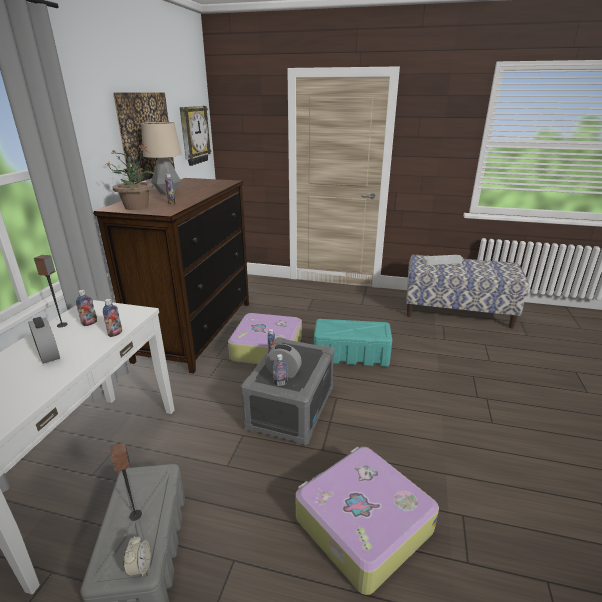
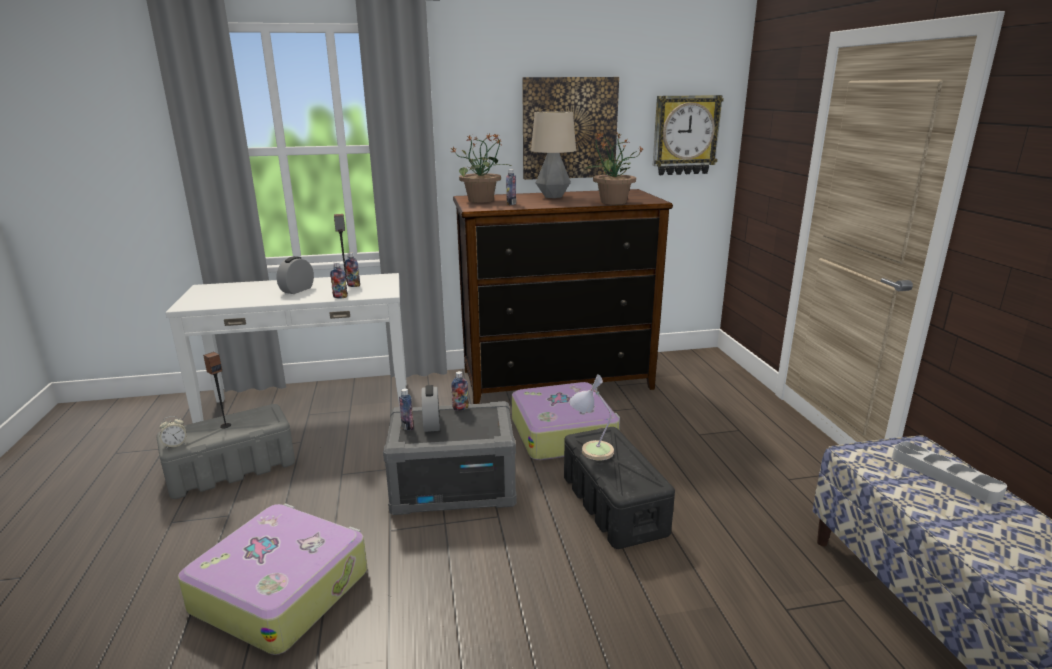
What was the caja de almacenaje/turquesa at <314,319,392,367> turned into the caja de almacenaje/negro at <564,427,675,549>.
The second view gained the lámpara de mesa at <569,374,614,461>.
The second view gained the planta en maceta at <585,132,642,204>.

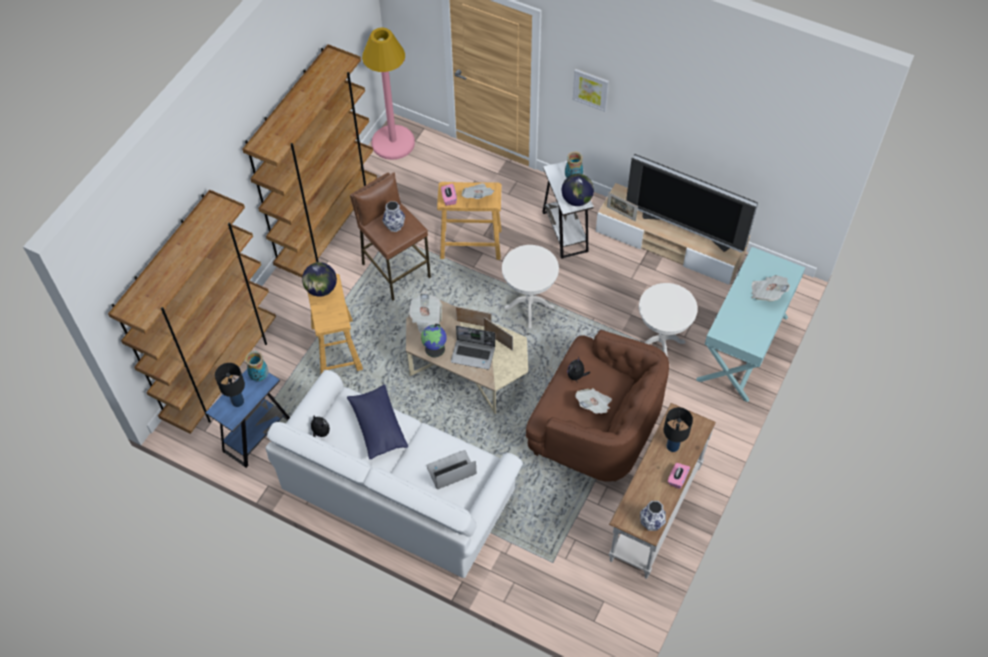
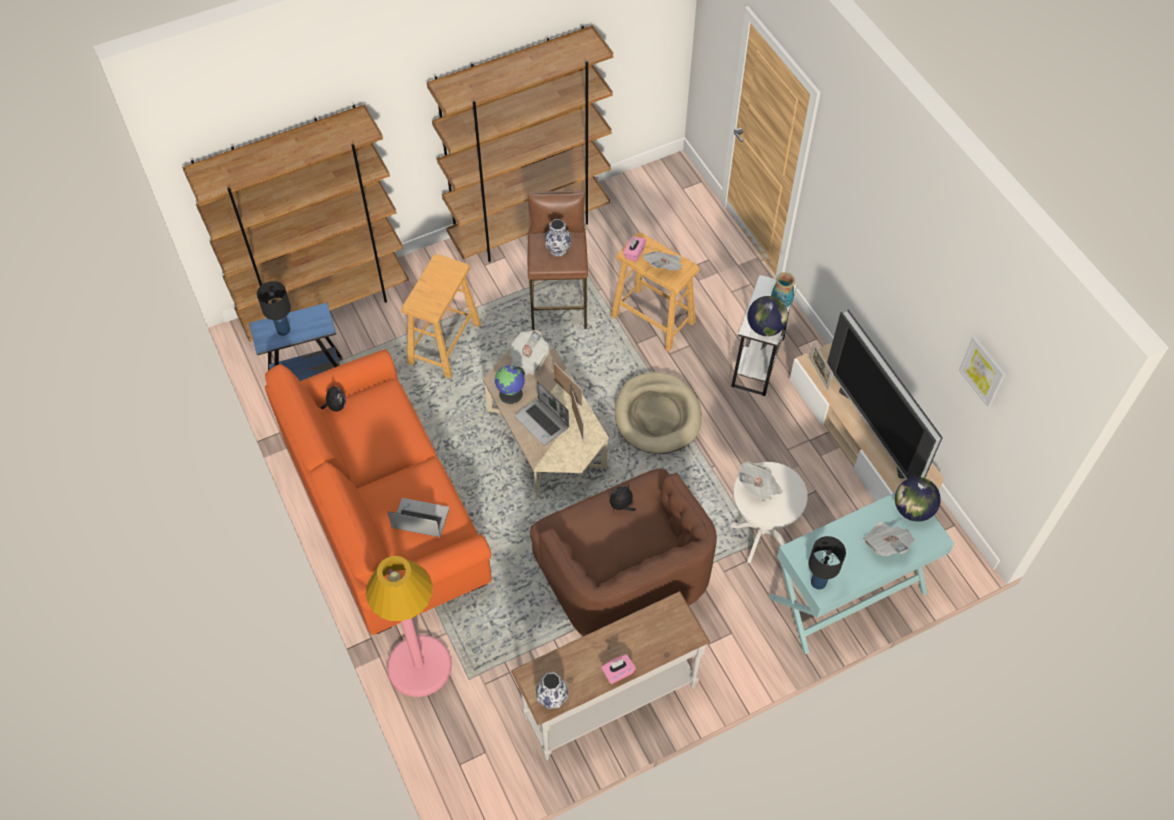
The second view lost the florero at <245,351,269,382>.
What was the sofá/blanco at <265,370,523,578> turned into the sofá/naranja at <265,349,492,635>.
The globo terráqueo ended up elsewhere, having gone from <302,262,337,297> to <895,477,941,522>.
The second view lost the cojín/azul at <347,385,408,459>.
The lámpara de pie/rosa ended up elsewhere, having gone from <362,28,415,160> to <366,556,452,697>.
Where the mesa auxiliar/blanco stood at <502,245,559,329>, the cama para perro/beis came to stand at <615,372,702,454>.
The cuadro ended up elsewhere, having gone from <573,69,609,112> to <959,336,1006,407>.
The periódico ended up elsewhere, having gone from <575,388,612,414> to <737,461,782,501>.
The lámpara de mesa/negro ended up elsewhere, having gone from <664,407,693,452> to <808,536,846,590>.

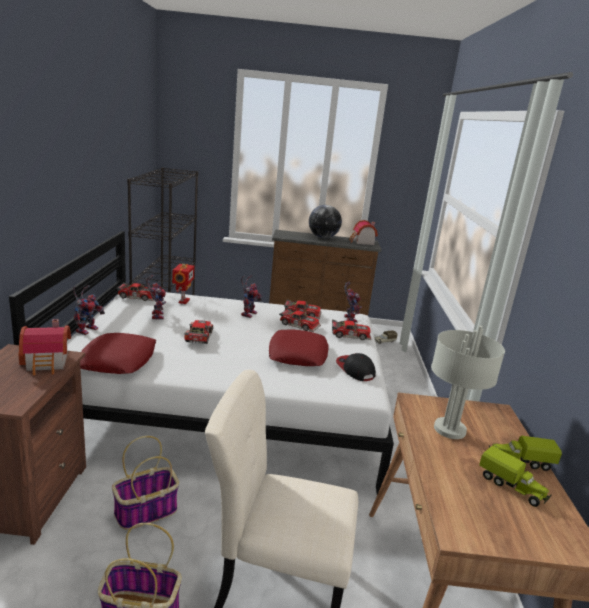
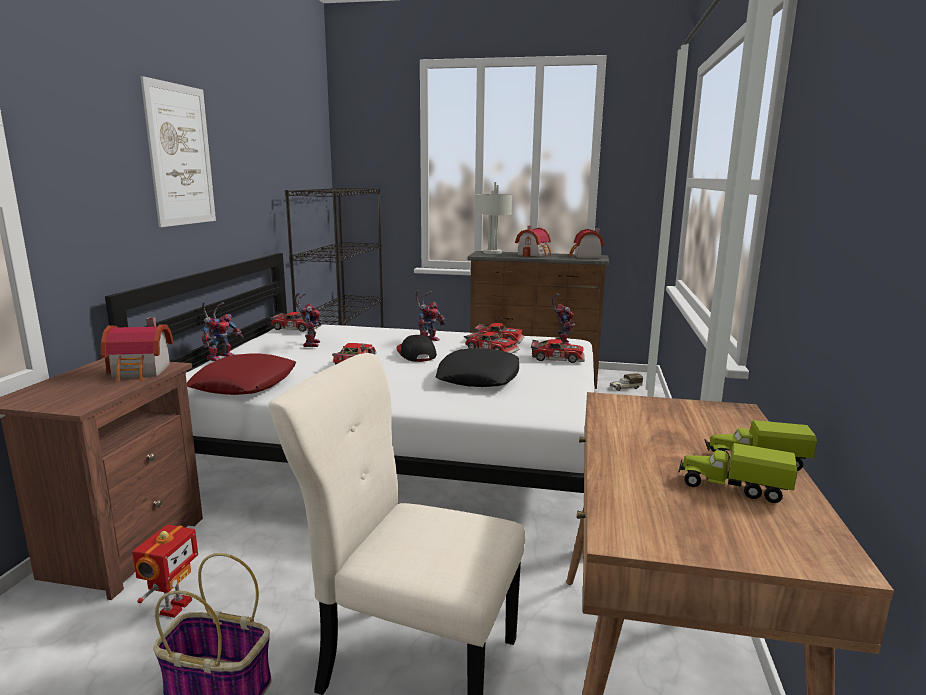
The second view lost the cesta at <112,436,179,530>.
The robot de juguete ended up elsewhere, having gone from <172,264,195,304> to <132,525,198,618>.
What was the cojín/rojo at <269,329,329,366> turned into the cojín/negro at <436,348,519,387>.
Where the globo terráqueo stood at <309,205,342,238>, the casita came to stand at <515,226,552,257>.
The gorra ended up elsewhere, having gone from <336,353,376,381> to <396,335,437,362>.
The lámpara de mesa/gris ended up elsewhere, having gone from <431,326,505,439> to <475,182,512,254>.
The camión de juguete at <479,446,552,507> ended up facing another way, 150 degrees clockwise from before.
The second view gained the cuadro at <140,76,216,227>.

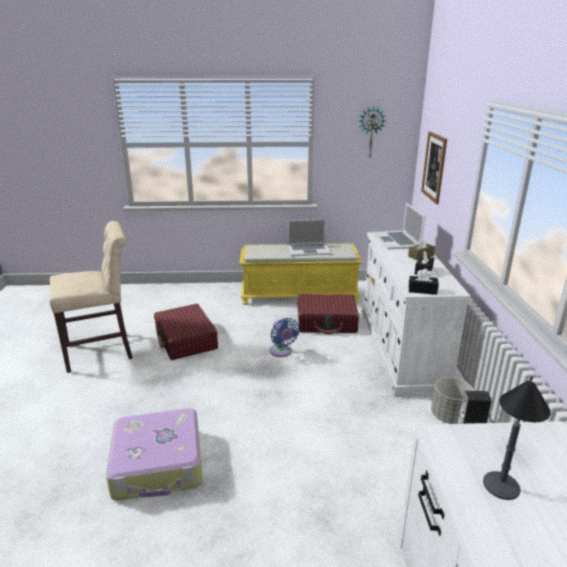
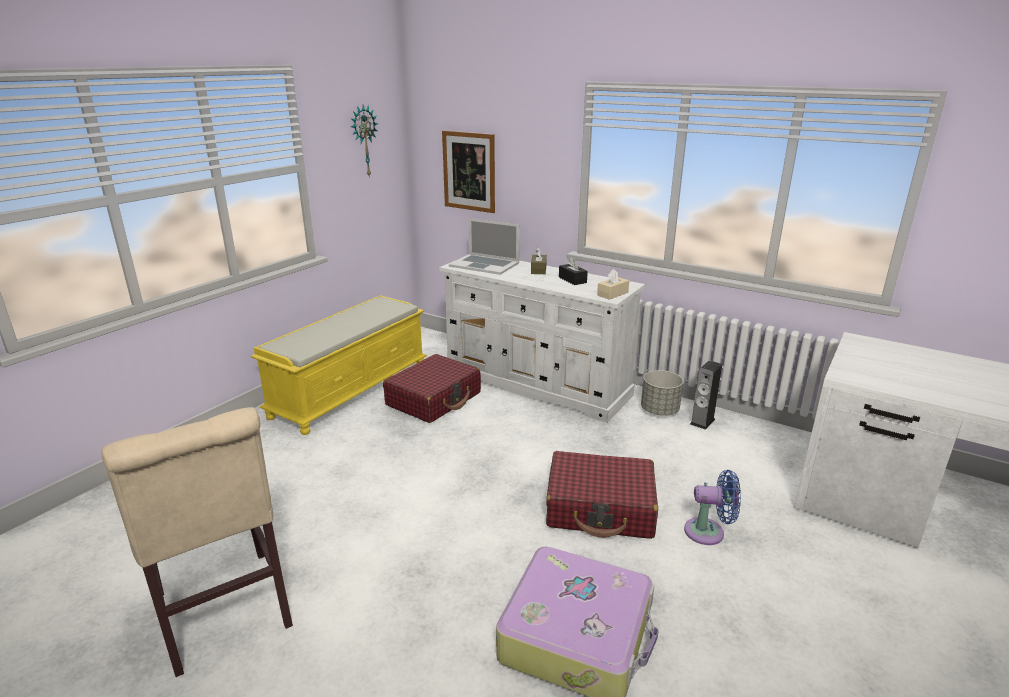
The silla/beis at <49,221,133,373> ended up facing another way, 135 degrees clockwise from before.
The maleta/rojo ended up elsewhere, having gone from <154,304,218,360> to <546,451,658,539>.
The ventilador/azul ended up elsewhere, having gone from <269,318,300,357> to <684,470,741,545>.
The second view lost the portátil at <287,219,332,256>.
What was the caja de pañuelos/negro at <409,269,439,295> turned into the caja de pañuelos/beis at <597,269,629,300>.
The second view lost the lámpara de mesa at <483,377,551,500>.

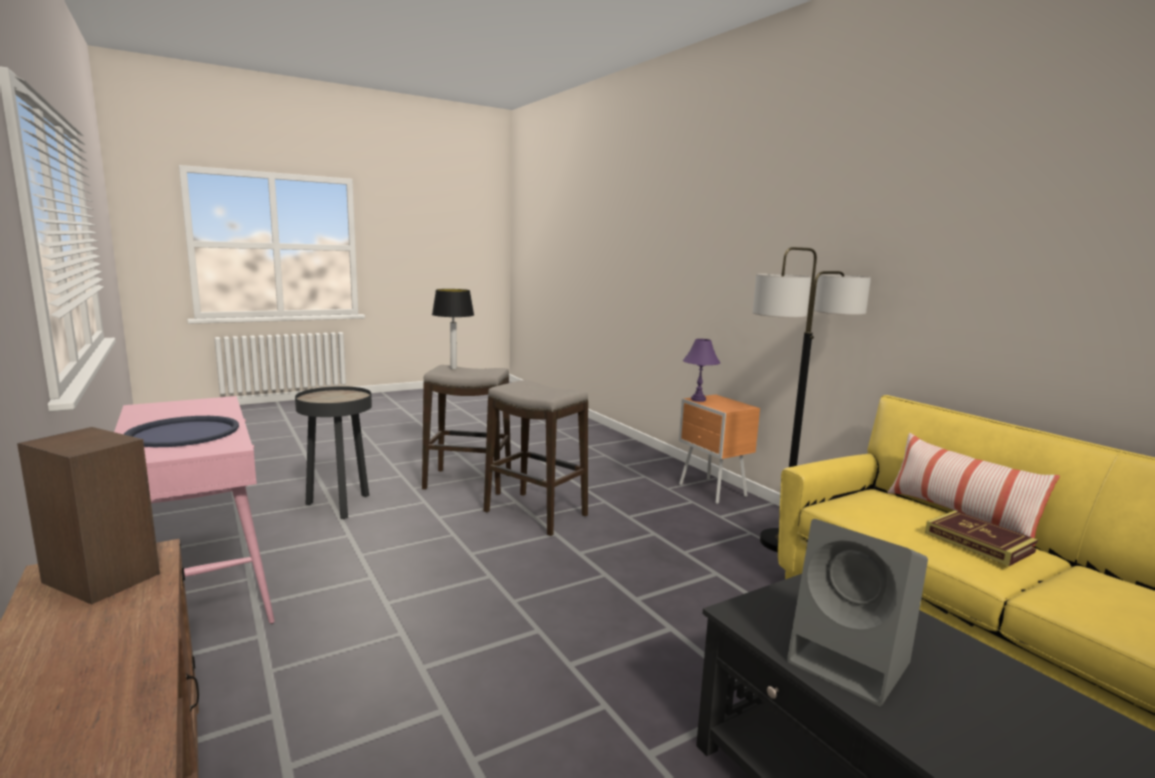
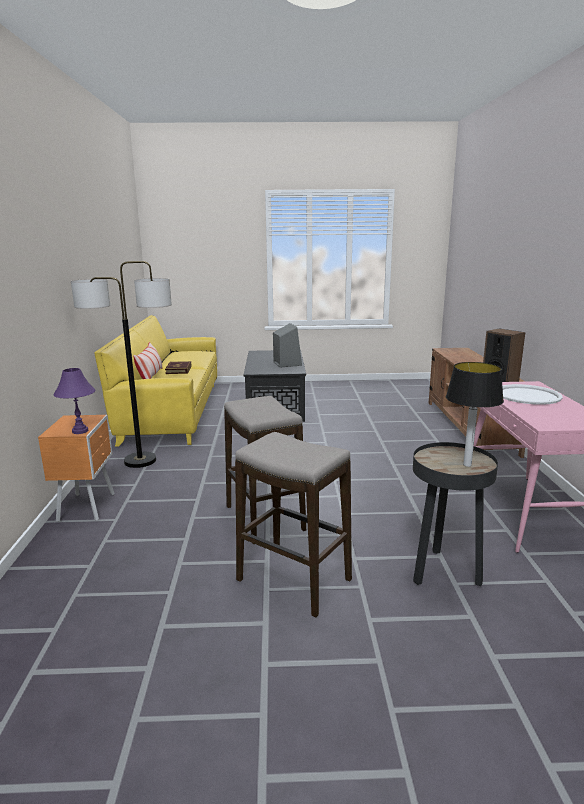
What was the bandeja/azul at <124,416,239,447> turned into the bandeja/blanco at <502,384,563,405>.
The lámpara de mesa ended up elsewhere, having gone from <432,289,474,369> to <446,362,504,467>.

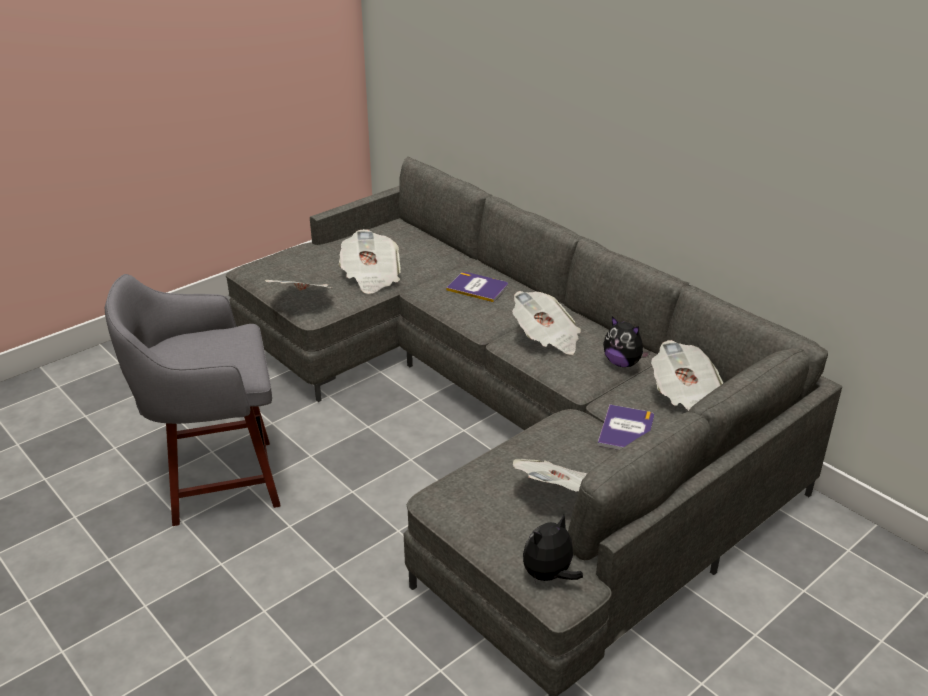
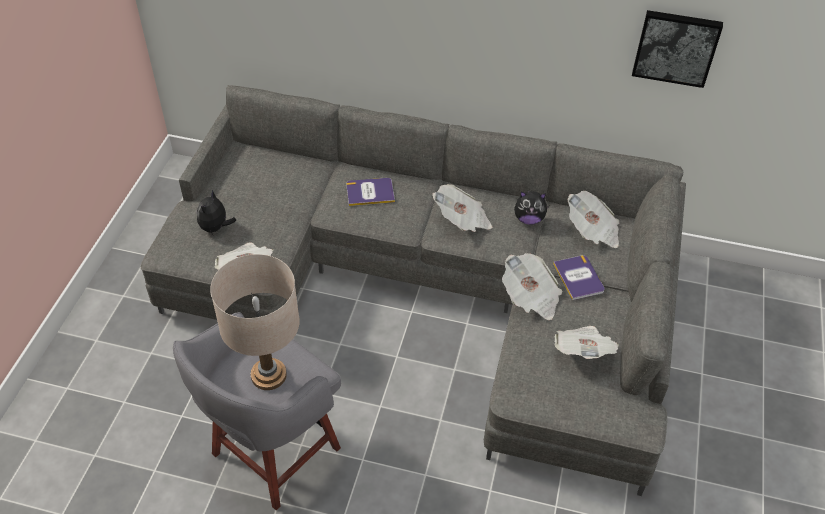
The periódico ended up elsewhere, having gone from <339,229,401,294> to <502,253,562,320>.
The peluche ended up elsewhere, having gone from <523,515,583,584> to <197,190,236,235>.
The second view gained the lámpara de mesa/beis at <210,254,300,390>.
The second view gained the cuadro at <632,10,723,88>.

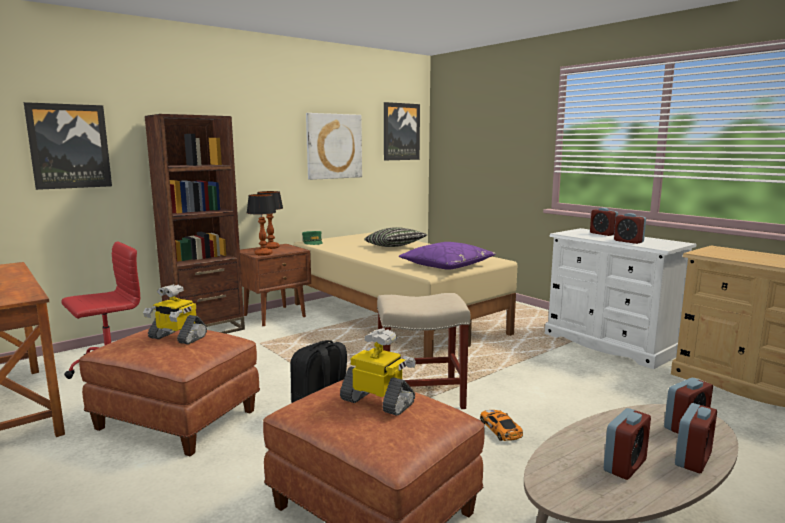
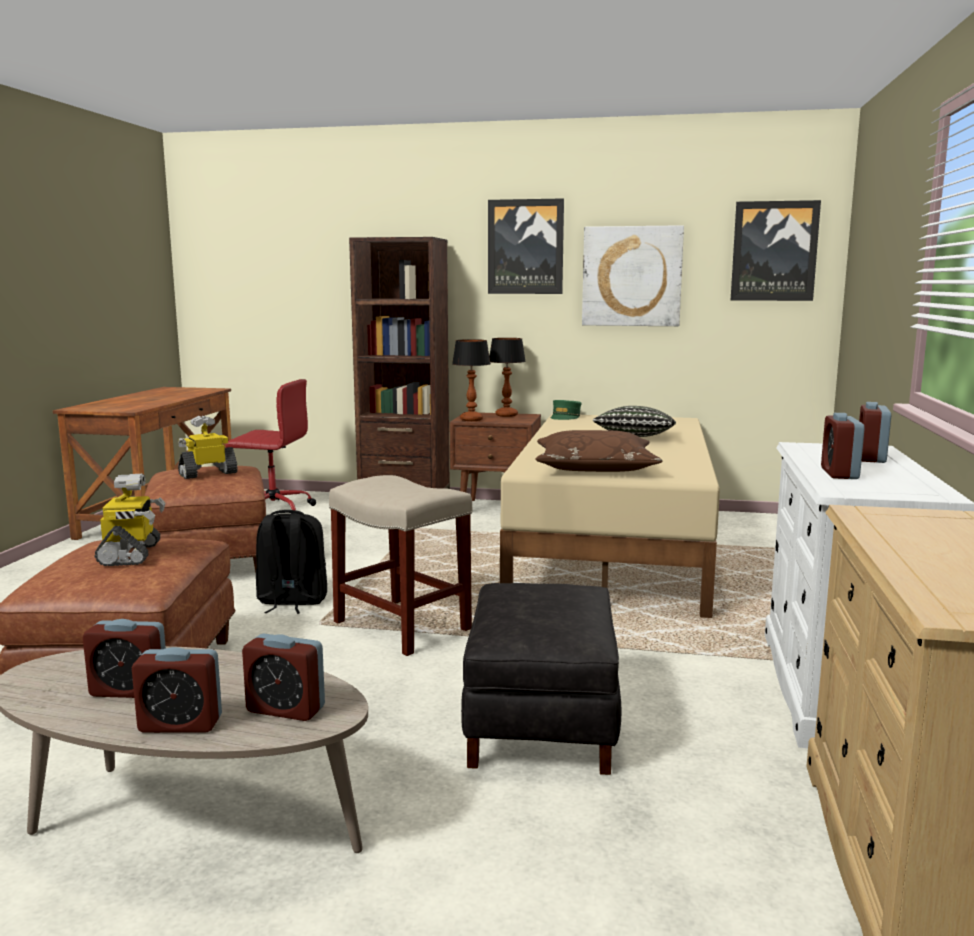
The cuadro ended up elsewhere, having gone from <24,102,112,190> to <488,198,564,294>.
The robot de juguete at <143,284,207,344> ended up facing another way, 75 degrees clockwise from before.
What was the cojín/morado at <399,242,496,270> turned into the cojín/marrón at <535,430,663,472>.
The second view lost the coche de juguete at <480,410,523,441>.
The second view gained the puf/negro at <461,583,621,775>.

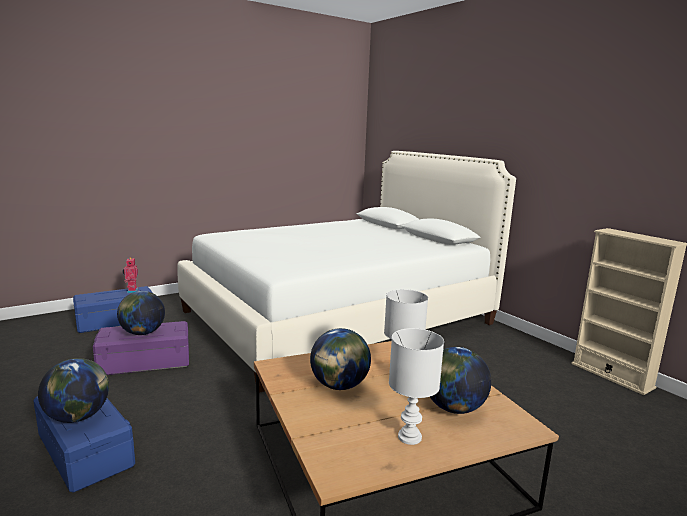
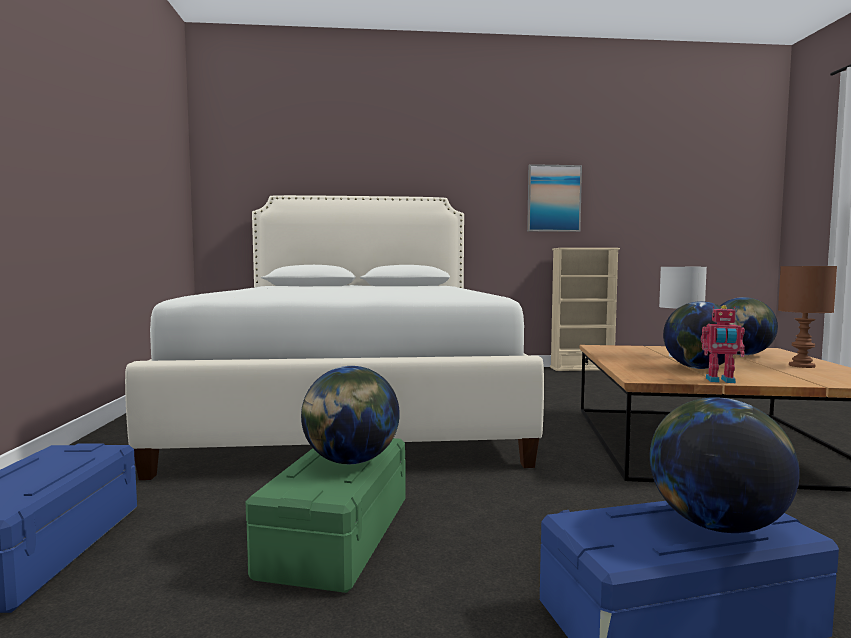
What was the caja de almacenaje/morado at <93,321,189,375> turned into the caja de almacenaje/verde at <246,438,406,593>.
The robot de juguete ended up elsewhere, having gone from <122,258,139,293> to <701,305,745,383>.
What was the lámpara de mesa/blanco at <389,328,444,445> turned into the lámpara de mesa/marrón at <778,266,837,368>.
The second view gained the cuadro at <527,164,582,232>.

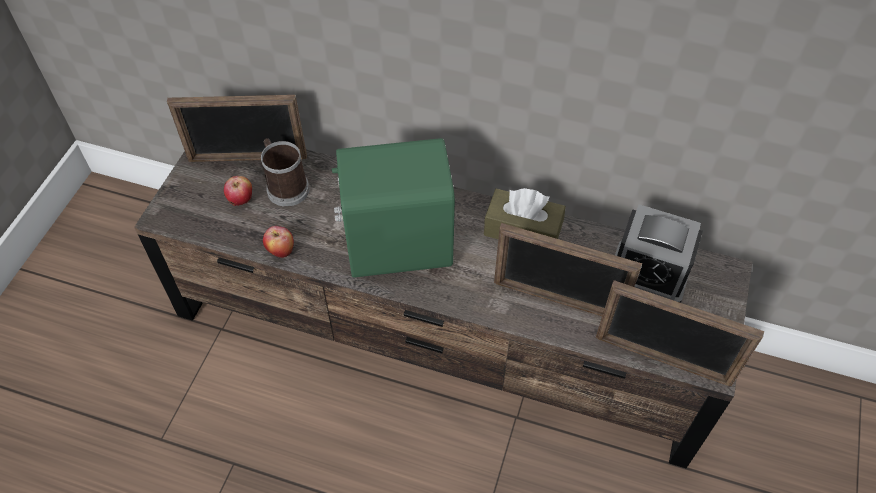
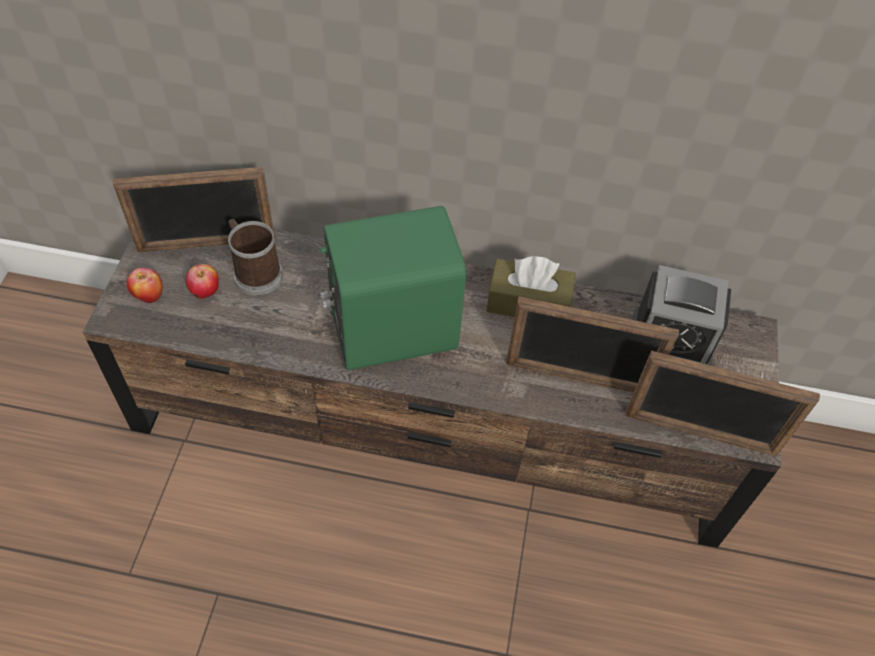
The manzana ended up elsewhere, having gone from <263,226,294,258> to <127,268,162,303>.

